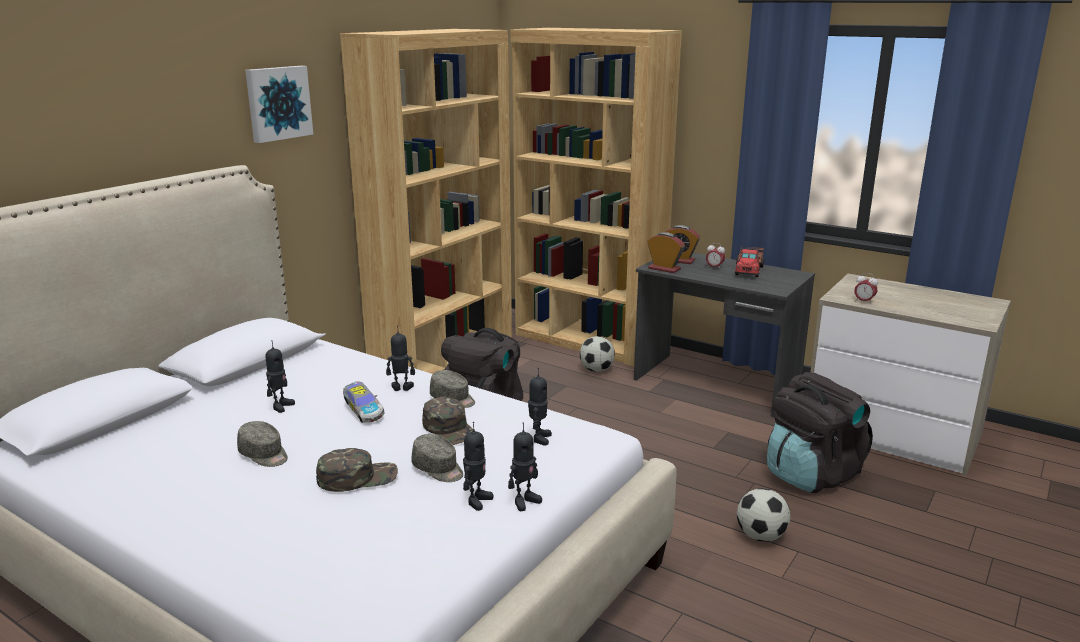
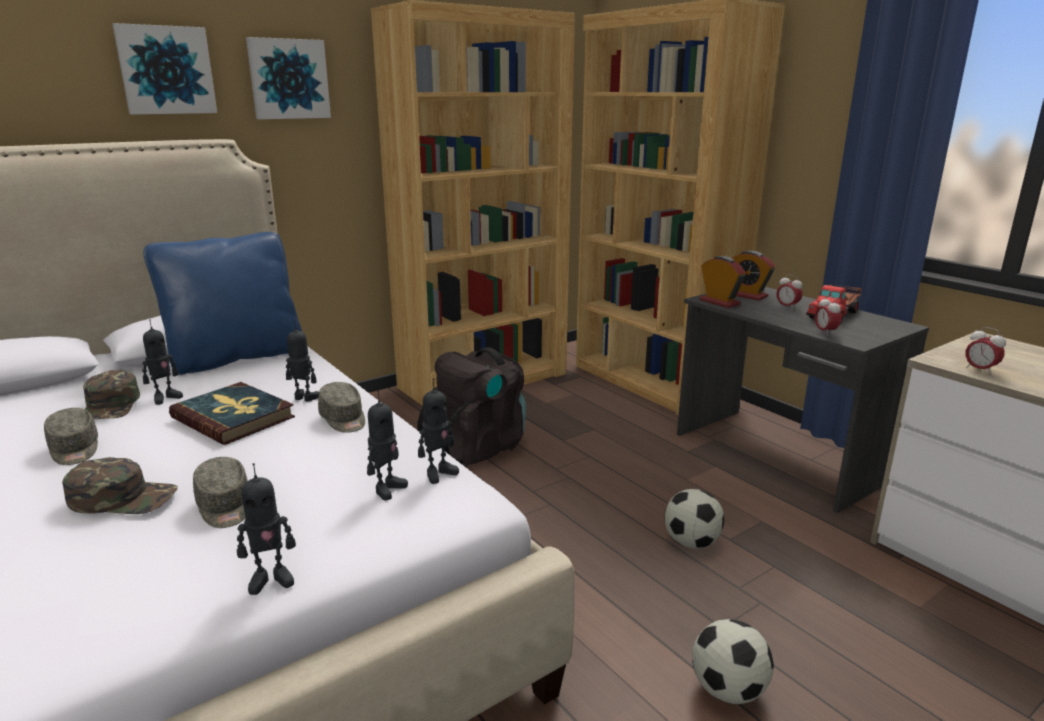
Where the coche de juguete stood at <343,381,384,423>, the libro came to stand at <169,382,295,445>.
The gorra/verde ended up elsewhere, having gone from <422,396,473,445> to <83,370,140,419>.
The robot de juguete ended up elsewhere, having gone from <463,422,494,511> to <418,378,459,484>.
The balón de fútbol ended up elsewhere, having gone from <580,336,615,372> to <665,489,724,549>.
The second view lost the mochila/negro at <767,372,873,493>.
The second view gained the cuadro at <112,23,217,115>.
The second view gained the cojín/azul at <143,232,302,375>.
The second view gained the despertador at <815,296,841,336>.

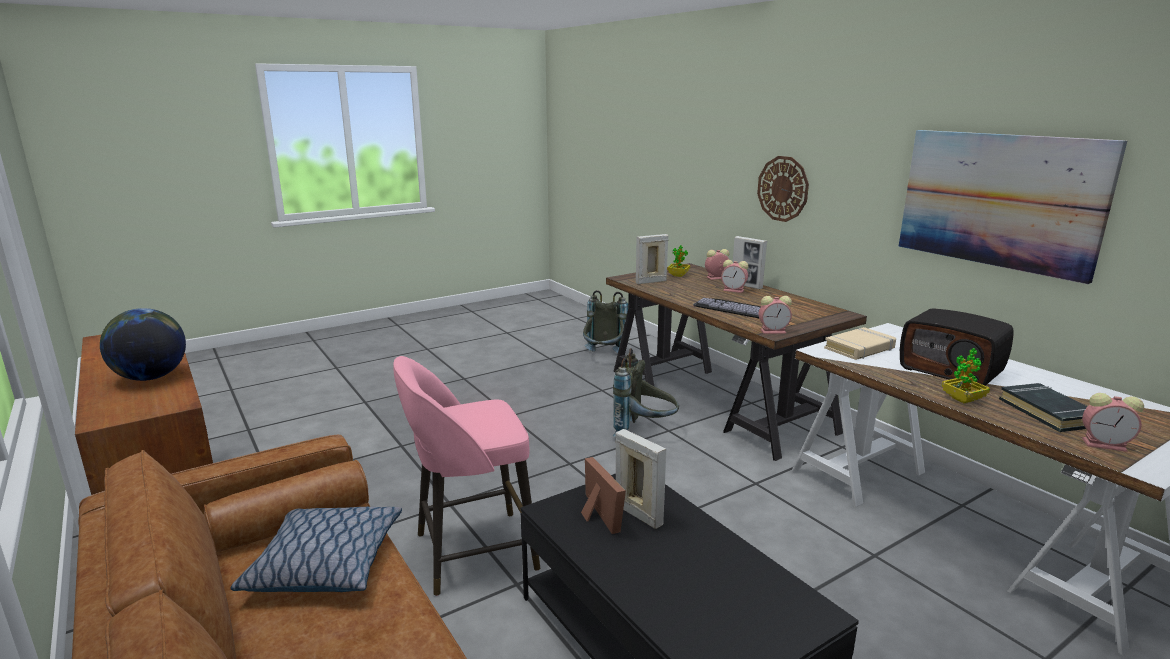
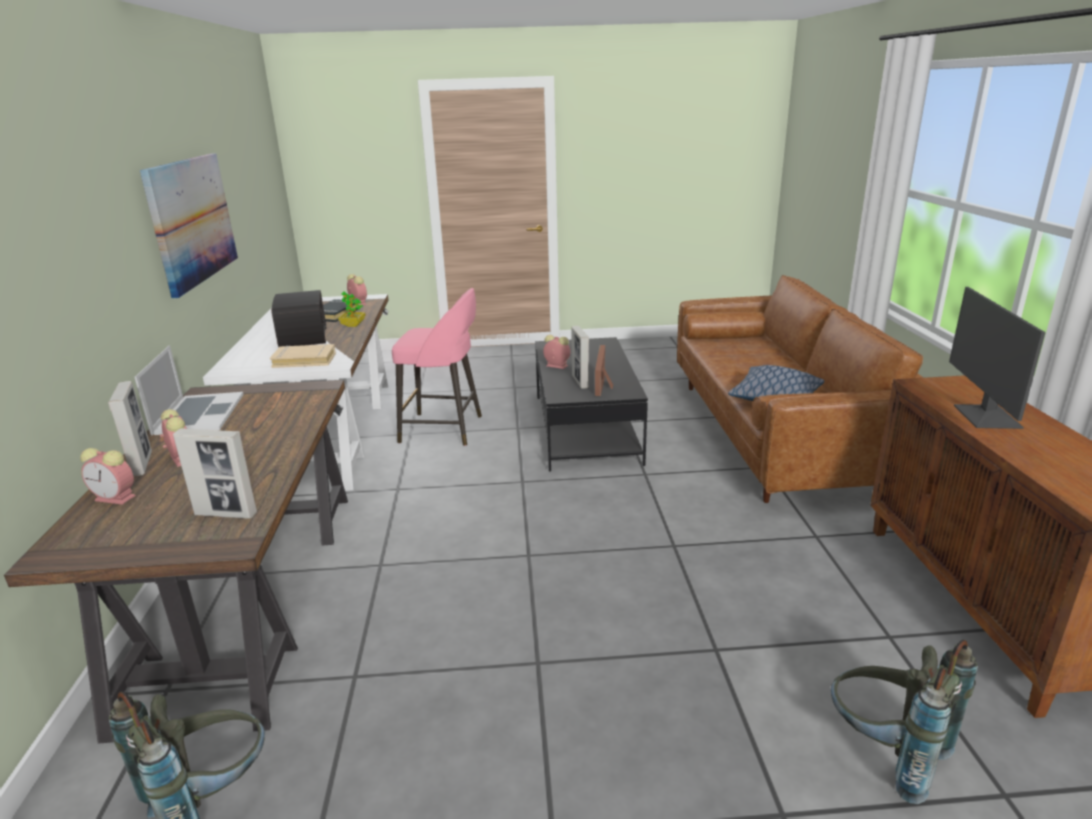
Where the globo terráqueo stood at <100,308,186,381>, the monitor came to stand at <949,287,1046,429>.
The taburete/rosa ended up elsewhere, having gone from <393,356,540,596> to <392,288,482,446>.
The mochila/gris ended up elsewhere, having gone from <613,348,679,437> to <831,640,978,804>.
The second view lost the planta en maceta at <667,245,690,277>.
The second view lost the teclado at <693,298,761,318>.
The second view lost the reloj de pared at <757,156,809,222>.
The despertador ended up elsewhere, having gone from <759,296,792,334> to <543,335,570,369>.
The second view gained the portátil at <134,345,244,435>.

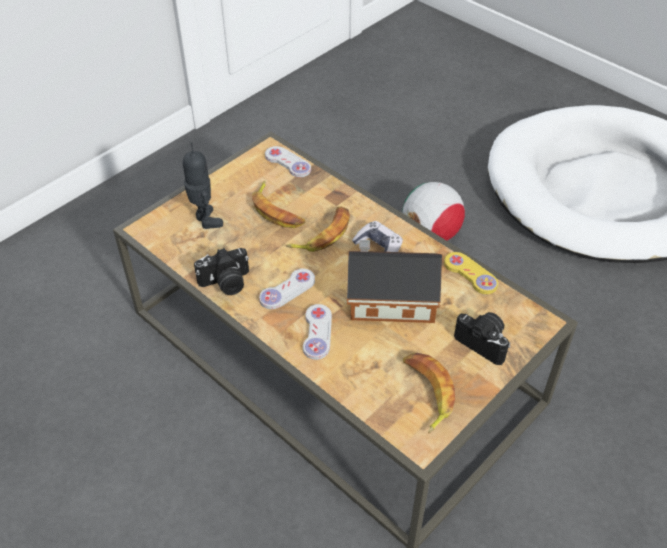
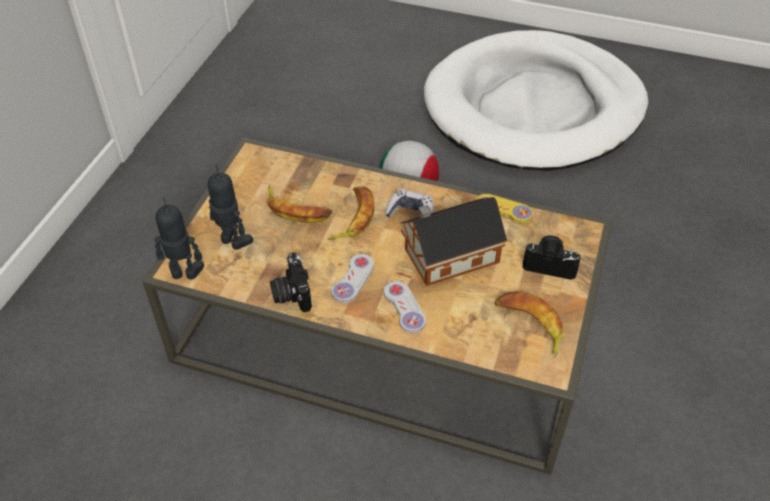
The cámara at <194,248,249,295> ended up facing another way, 120 degrees clockwise from before.
The second view lost the mando de consola/blanco at <265,146,311,177>.
The second view gained the robot de juguete at <155,197,204,279>.

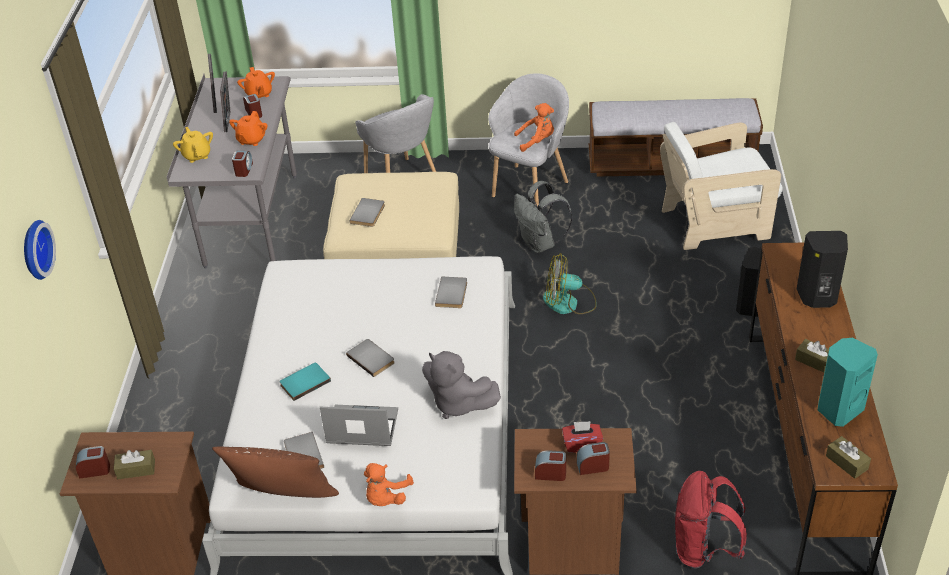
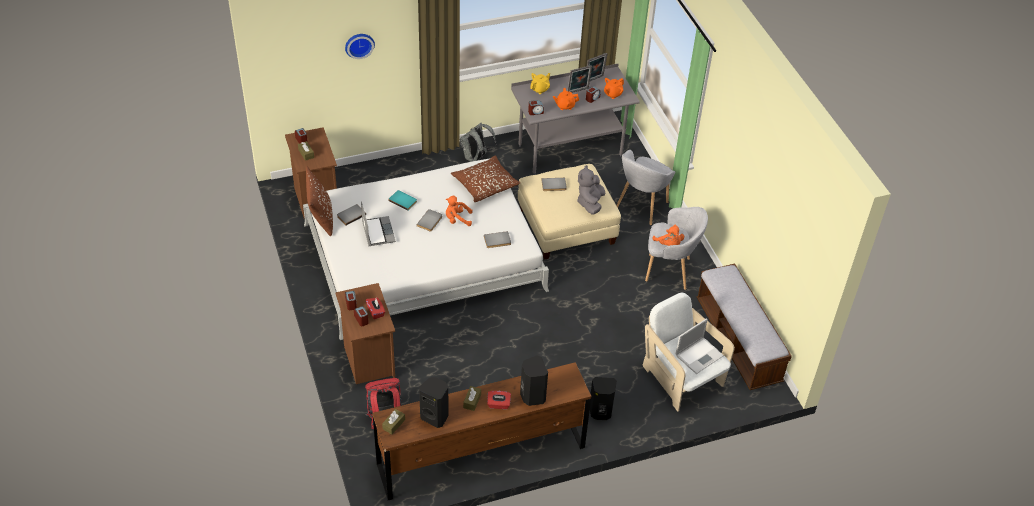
The peluche/naranja ended up elsewhere, having gone from <364,463,414,506> to <446,196,472,226>.
The peluche/gris ended up elsewhere, having gone from <422,351,501,419> to <577,165,605,215>.
The mochila/gris ended up elsewhere, having gone from <514,181,572,253> to <460,123,496,162>.
The second view lost the ventilador at <543,253,597,314>.
What was the altavoz/turquesa at <818,338,878,427> turned into the altavoz/negro at <419,377,449,428>.
The second view gained the cojín/marrón at <451,156,521,202>.
The second view gained the caja de pañuelos/rojo at <487,391,511,409>.
The second view gained the portátil at <676,318,724,374>.

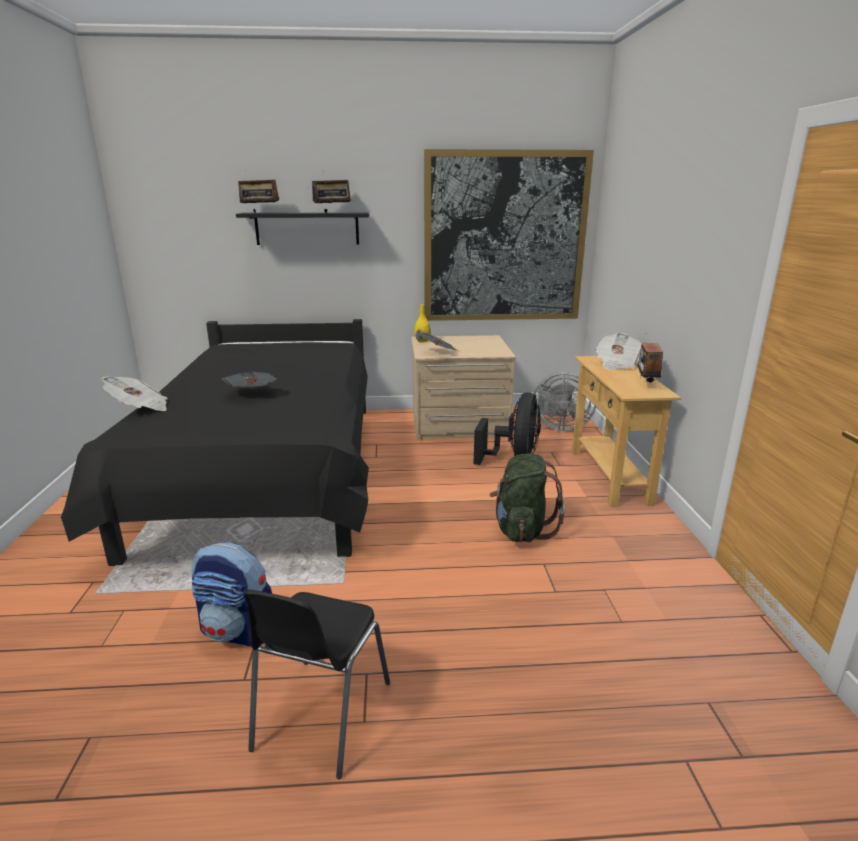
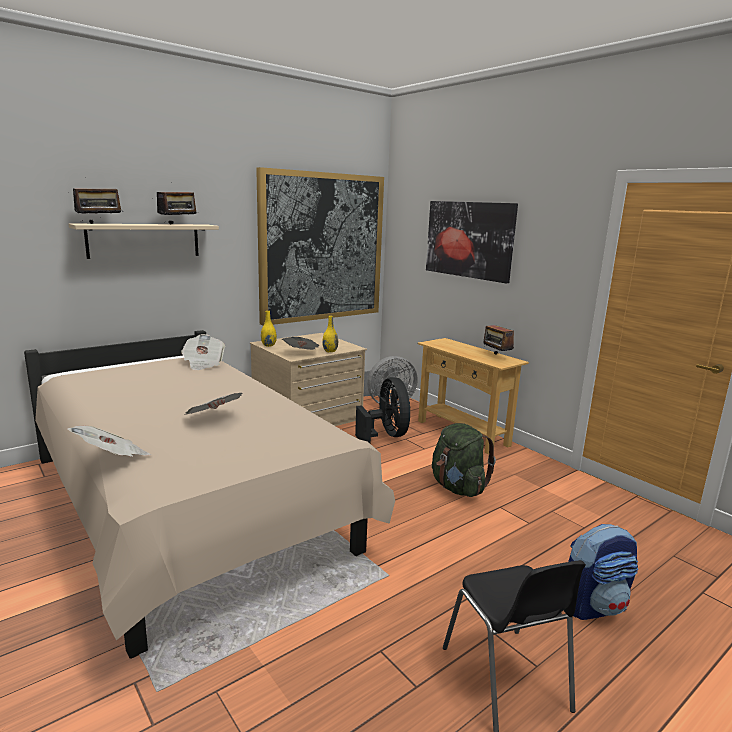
What was the cama/negro at <61,319,369,566> turned into the cama/beis at <24,330,395,659>.
The mochila ended up elsewhere, having gone from <192,542,272,648> to <568,524,638,620>.
What was the estante/negro at <236,213,369,245> turned into the estante/beis at <69,224,219,259>.
The periódico ended up elsewhere, having gone from <595,333,642,370> to <181,334,225,370>.
The second view gained the florero/amarillo at <322,316,338,352>.
The second view gained the cuadro at <426,201,518,283>.

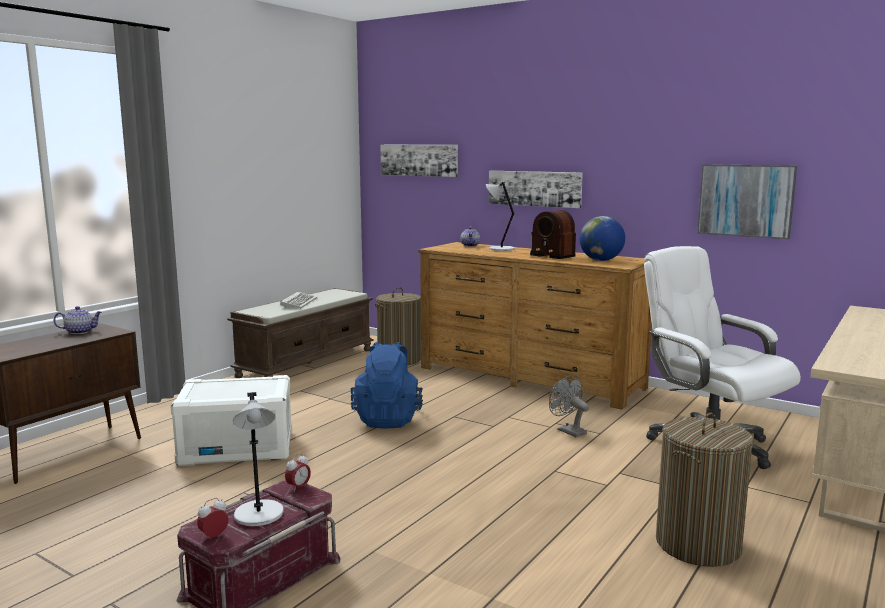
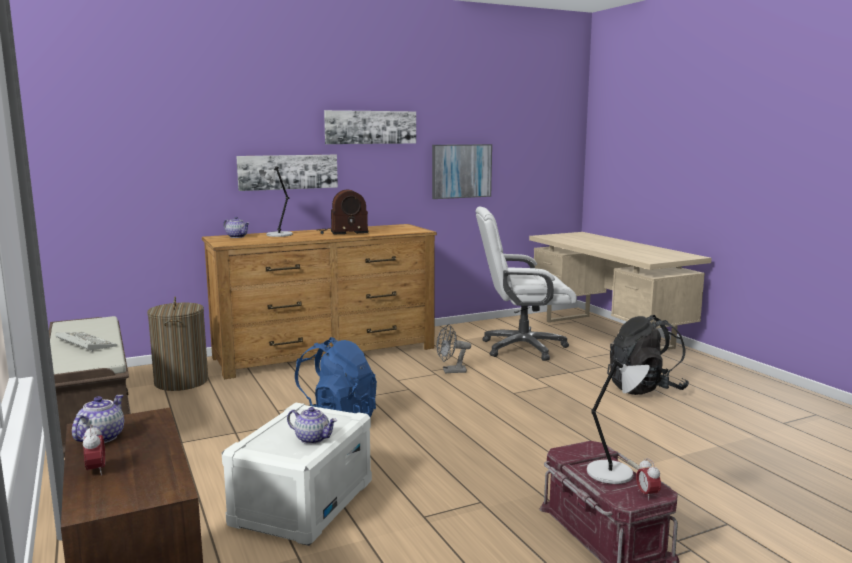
The despertador ended up elsewhere, having gone from <285,453,311,493> to <83,424,105,476>.
The cuadro ended up elsewhere, having gone from <381,144,458,177> to <324,110,416,144>.
The second view lost the globo terráqueo at <580,216,625,261>.
Where the cesto de la ropa stood at <656,412,753,567>, the mochila/negro came to stand at <607,315,689,395>.
The second view gained the tetera at <287,407,337,444>.

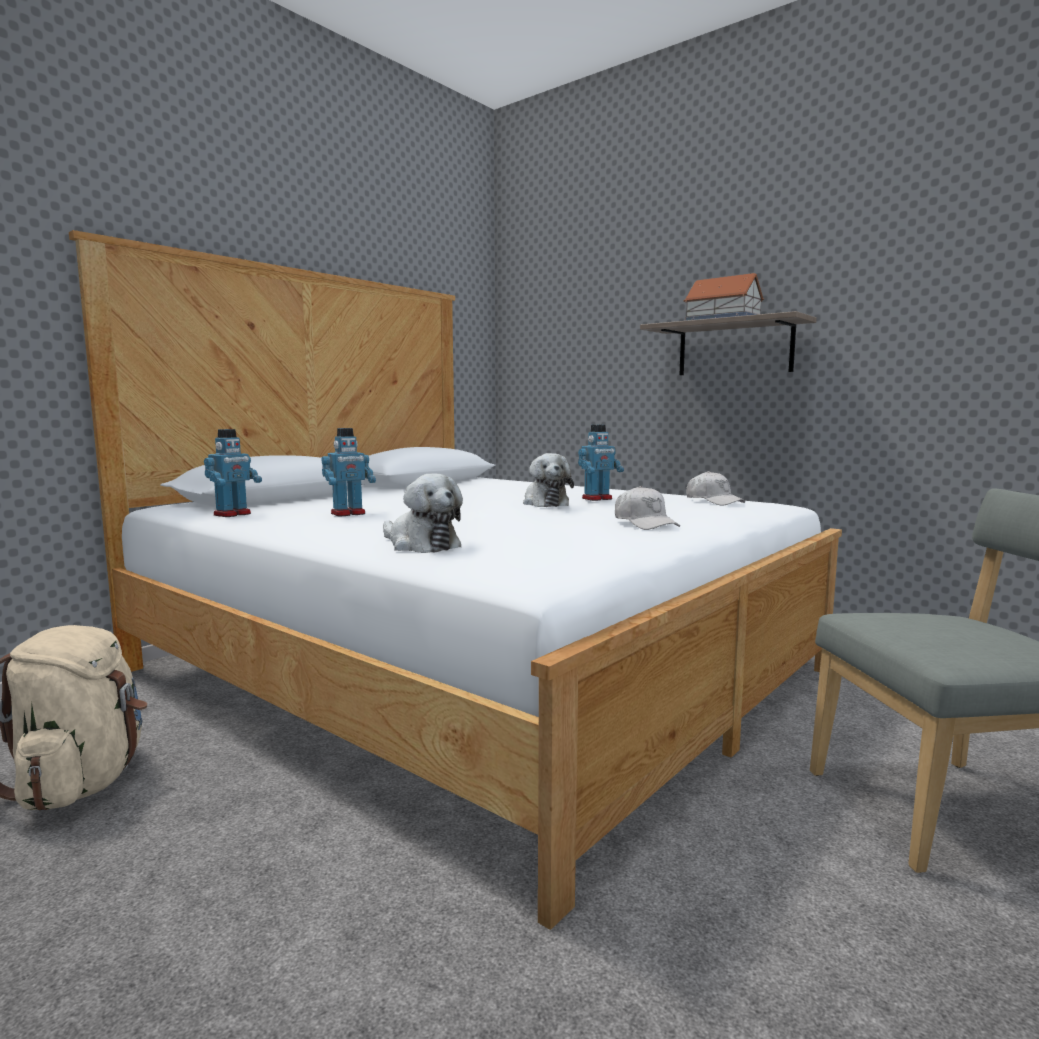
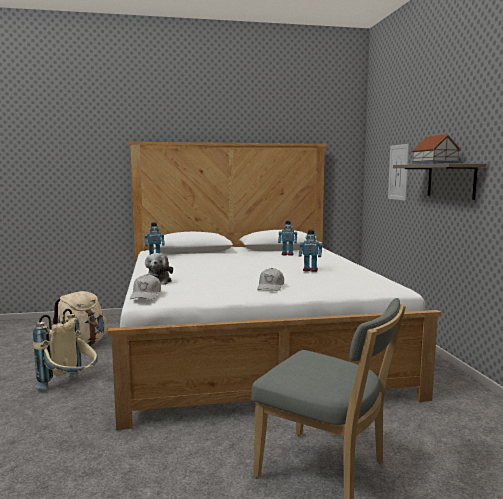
The robot de juguete ended up elsewhere, having gone from <322,428,376,517> to <278,221,297,256>.
The second view lost the peluche at <523,453,574,507>.
The gorra/blanco ended up elsewhere, having gone from <686,471,746,505> to <130,274,161,300>.
The second view gained the mochila/beis at <33,309,98,390>.
The second view gained the cuadro at <388,144,409,201>.

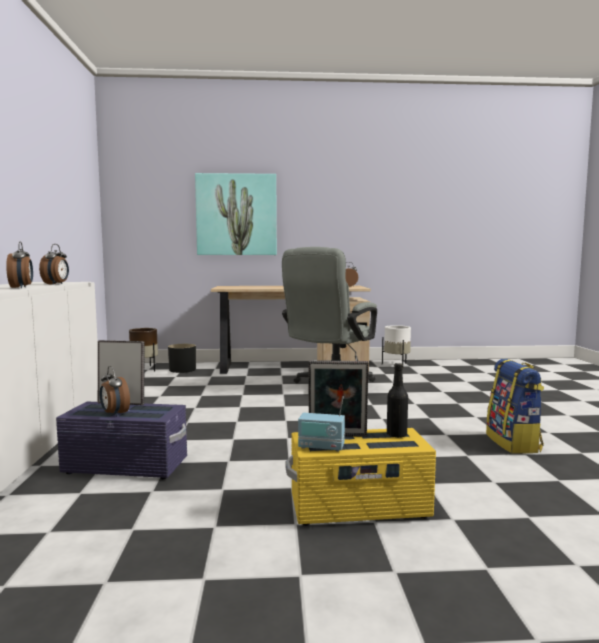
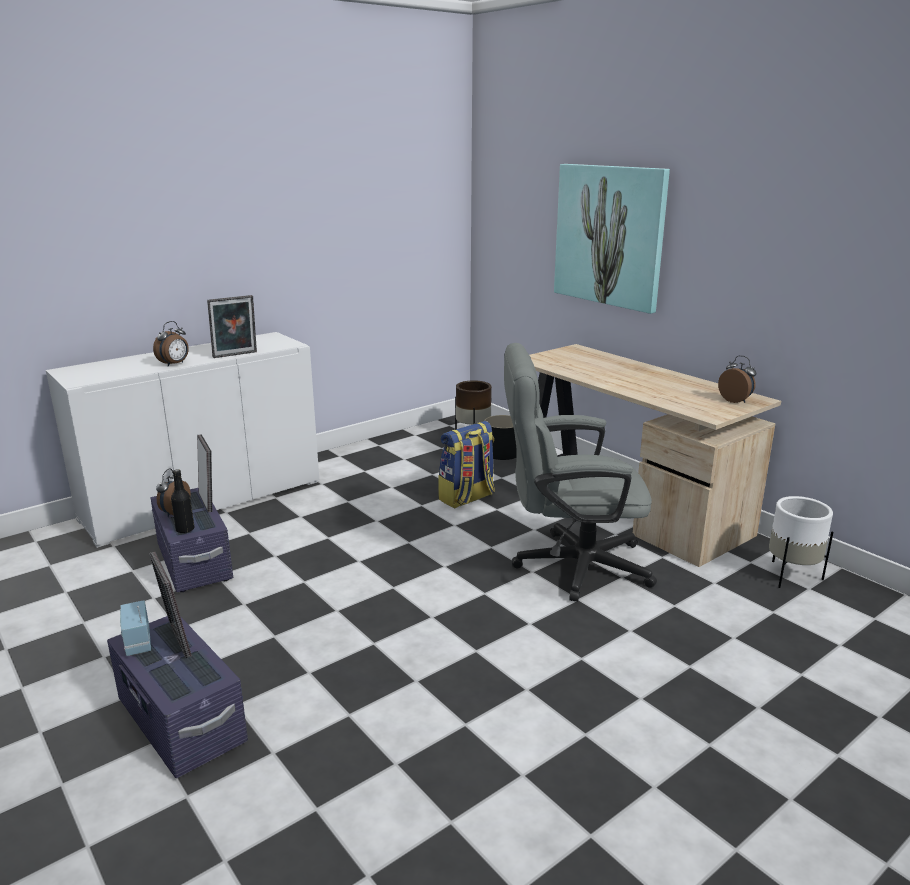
Where the despertador stood at <39,244,69,285>, the portarretratos came to stand at <207,295,257,358>.
What was the caja de almacenaje/amarillo at <286,428,436,526> turned into the caja de almacenaje/morado at <107,616,248,778>.
The botella/negro ended up elsewhere, having gone from <387,363,408,438> to <171,469,194,533>.
The mochila ended up elsewhere, having gone from <486,359,544,454> to <438,421,495,508>.

